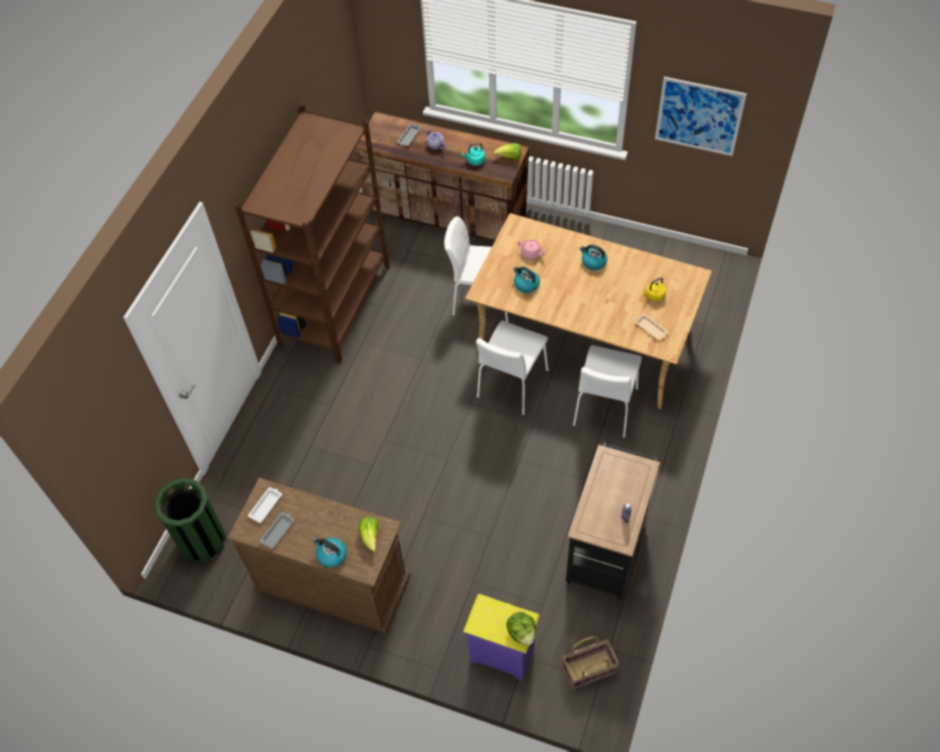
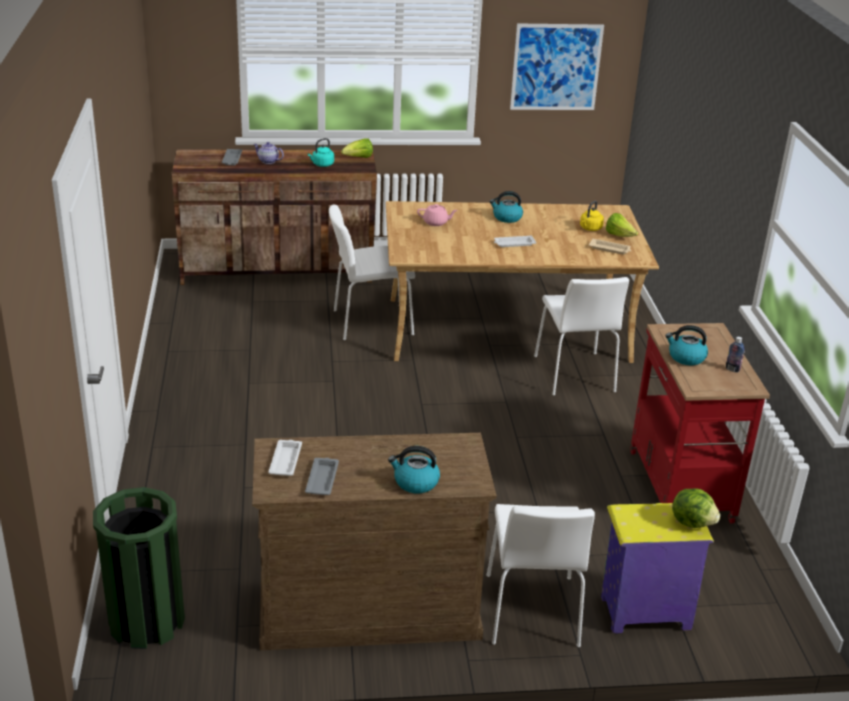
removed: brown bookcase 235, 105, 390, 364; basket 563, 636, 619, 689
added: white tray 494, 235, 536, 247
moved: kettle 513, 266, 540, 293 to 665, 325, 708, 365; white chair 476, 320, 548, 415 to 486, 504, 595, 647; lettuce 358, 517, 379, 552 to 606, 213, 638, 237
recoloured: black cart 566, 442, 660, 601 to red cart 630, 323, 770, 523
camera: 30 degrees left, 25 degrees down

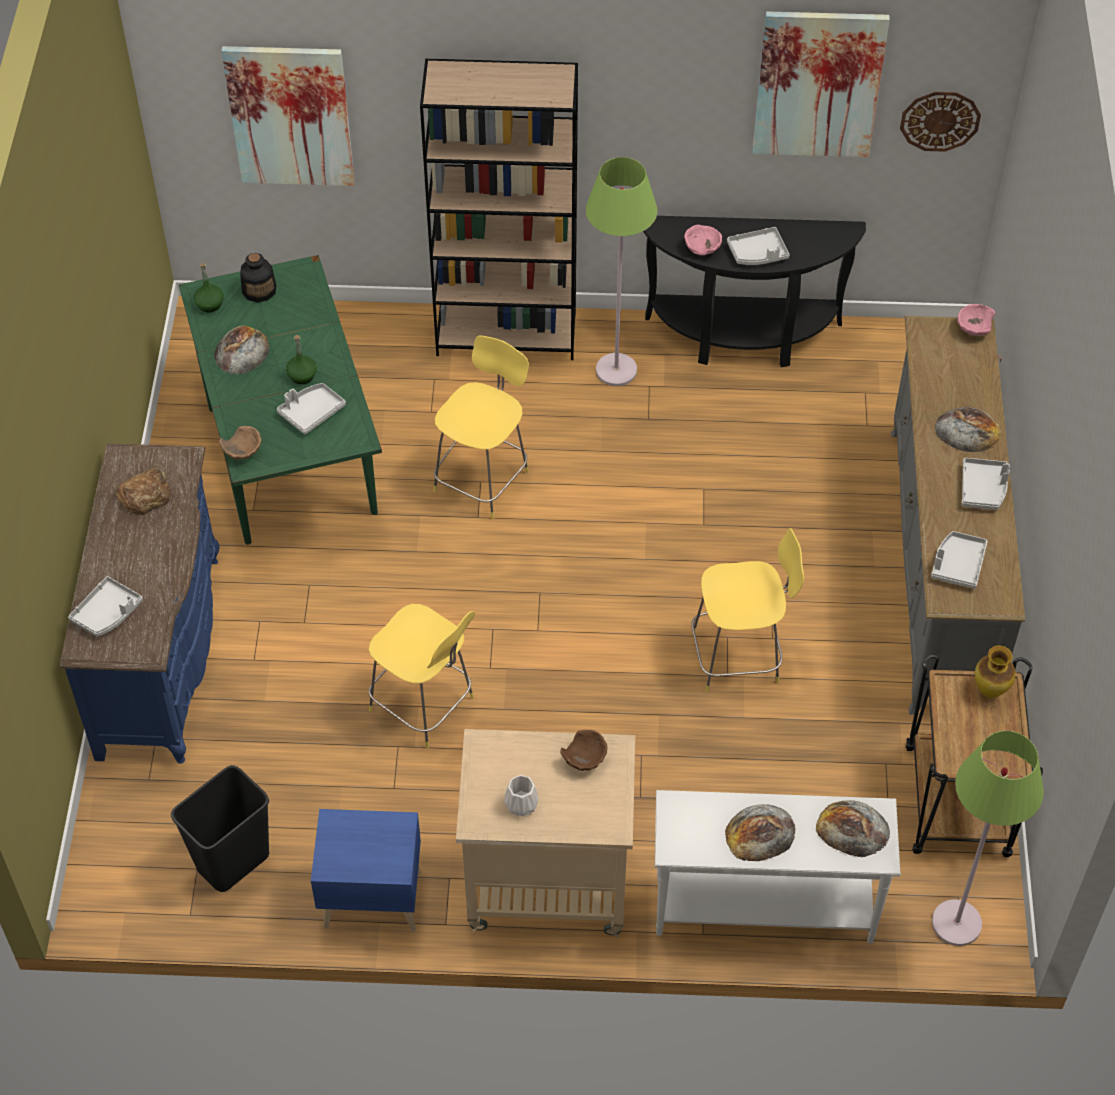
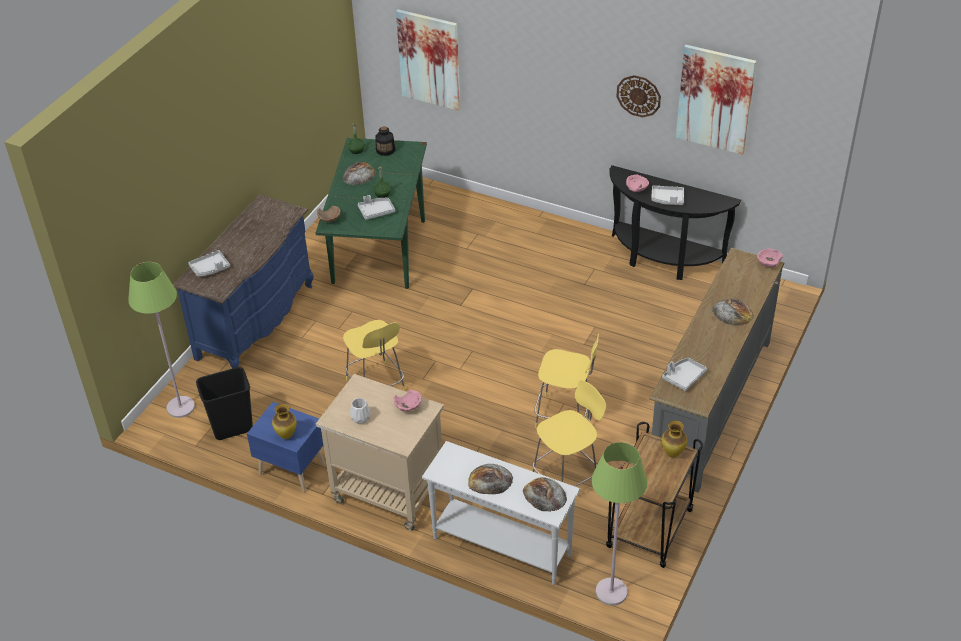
removed: beige bookcase 420, 59, 578, 360; grey tray 962, 458, 1010, 510; bread 116, 468, 172, 515
added: vase 272, 404, 297, 439
moved: wall clock 900, 92, 981, 152 to 616, 75, 661, 117; green floor lamp 586, 157, 657, 386 to 128, 262, 195, 418; yellow stool 433, 335, 529, 519 to 533, 380, 606, 487
recoloured: brown bowl 560, 730, 607, 771 to pink bowl 393, 390, 421, 411
camera: 25 degrees right, 10 degrees down

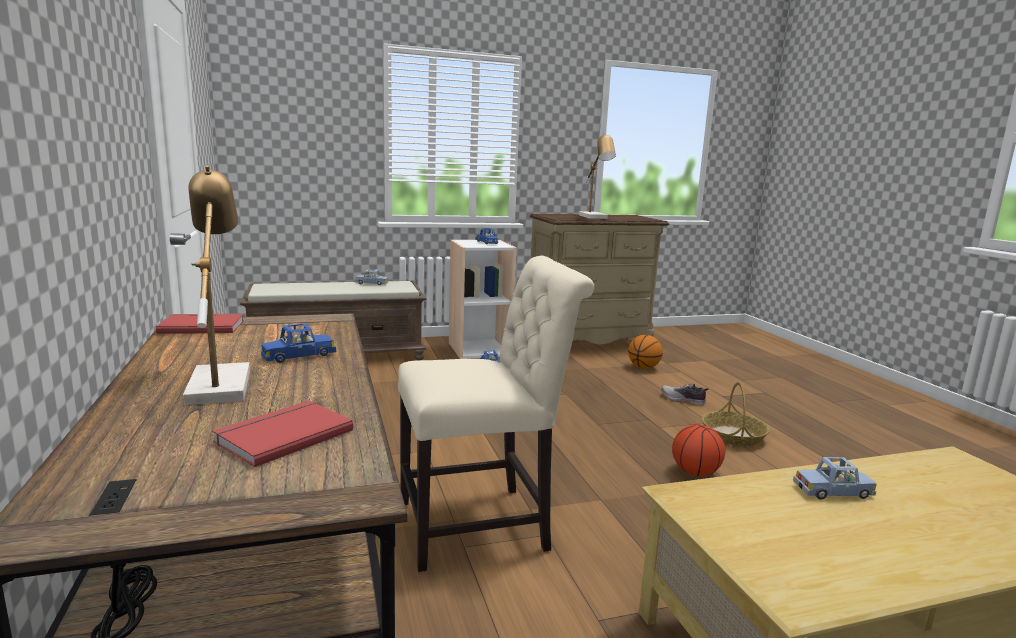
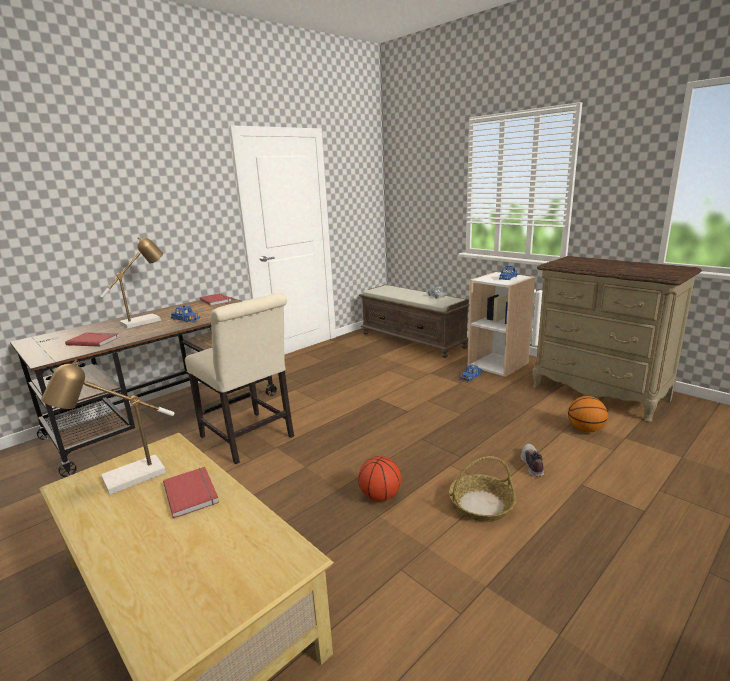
moved: table lamp 579, 133, 616, 219 to 41, 359, 174, 495
replaced: blue toy car 793, 457, 877, 500 to red book 163, 467, 219, 518
camera: 65 degrees right, 5 degrees up

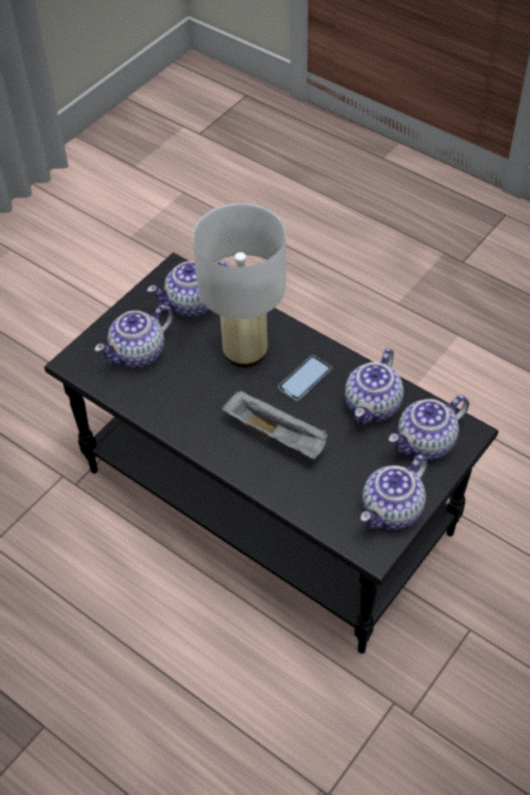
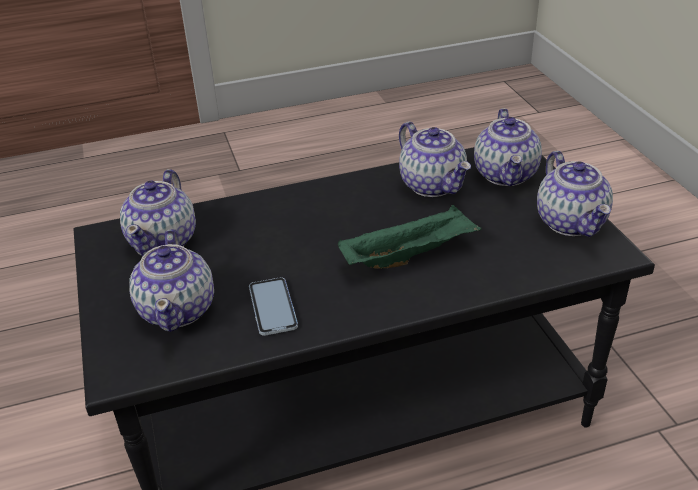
removed: white table lamp 193, 203, 286, 368
moved: phone 278, 355, 332, 401 to 249, 277, 298, 336
recoloured: grey tray 222, 390, 328, 459 to green tray 338, 205, 482, 269
camera: 55 degrees left, 15 degrees down

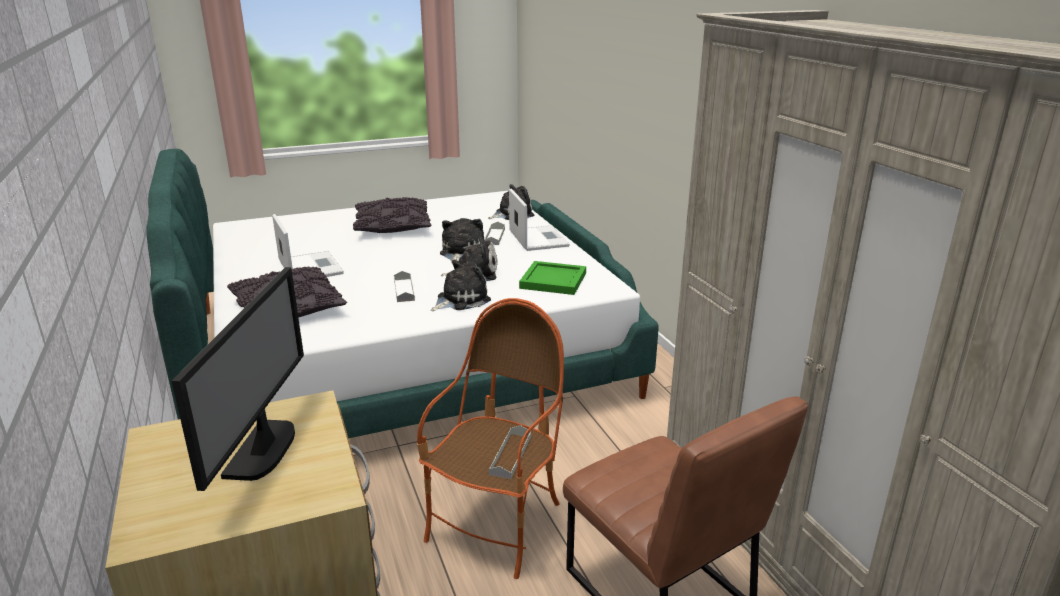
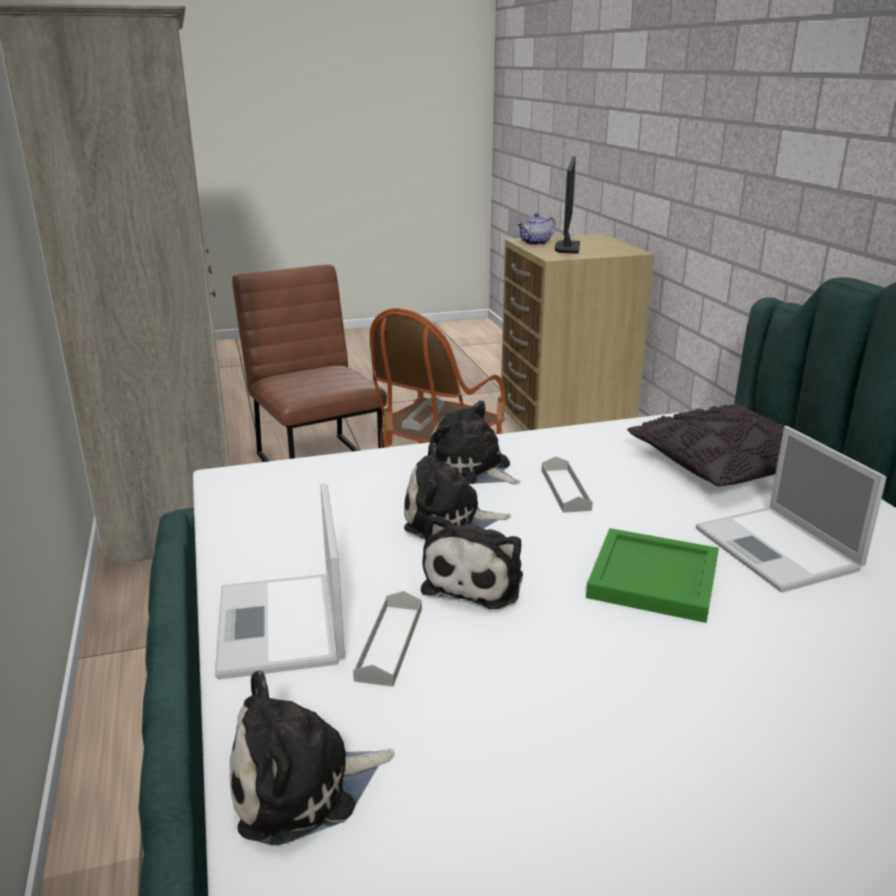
removed: black pillow 353, 197, 431, 233
added: teapot 517, 213, 556, 245
moved: green tray 519, 261, 586, 295 to 586, 528, 719, 623
turned: plush toy 431, 260, 491, 311 = 429, 400, 520, 484 75 degrees clockwise
camera: 175 degrees left, 0 degrees up

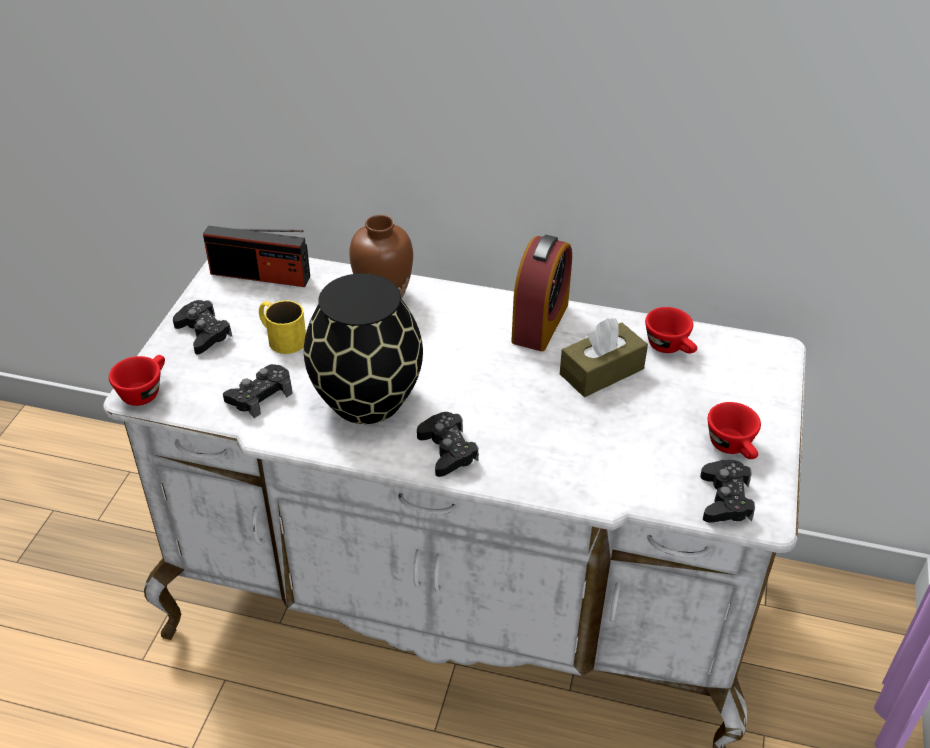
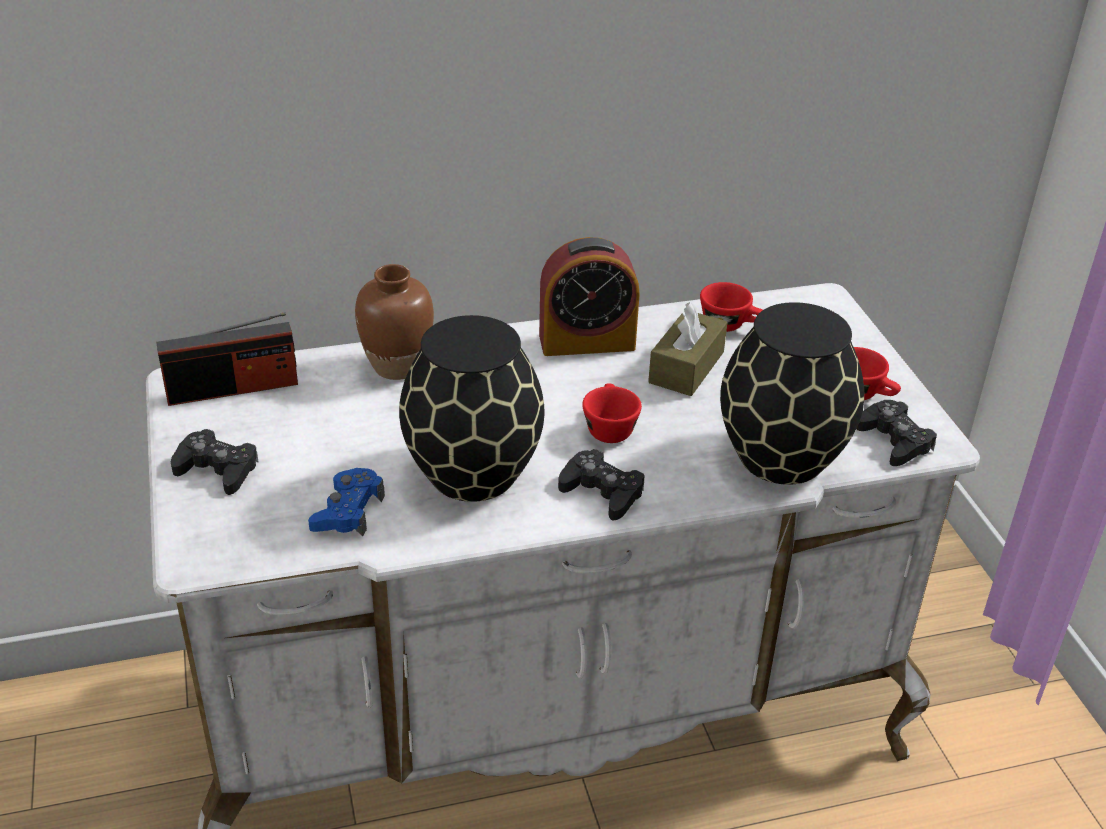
removed: yellow mug 259, 300, 306, 354
added: black vase 720, 302, 864, 485
moved: red cup 109, 355, 165, 406 to 582, 383, 642, 443
recoloured: black game controller 223, 364, 293, 418 to blue game controller 308, 468, 385, 536
turned: alarm clock 511, 235, 572, 351 = 539, 237, 640, 356 90 degrees clockwise
camera: 30 degrees left, 5 degrees down

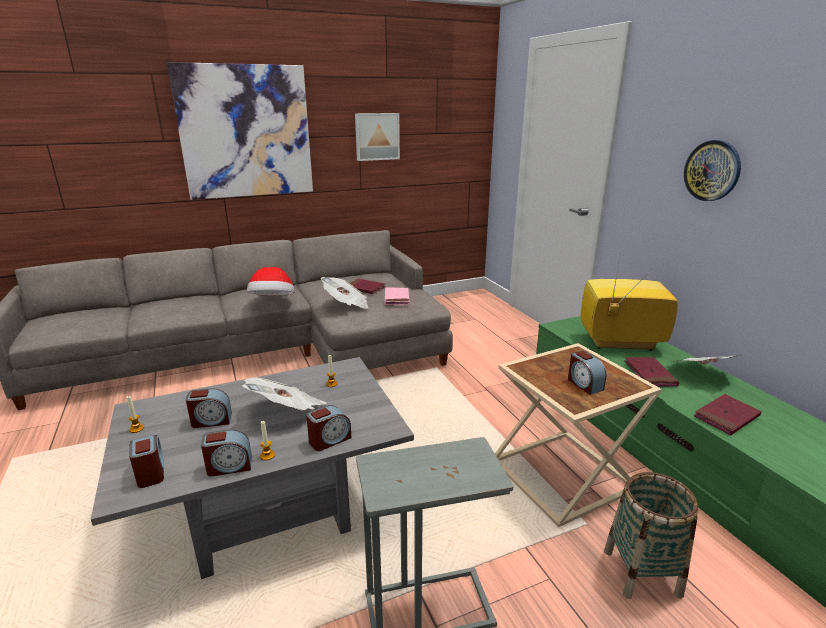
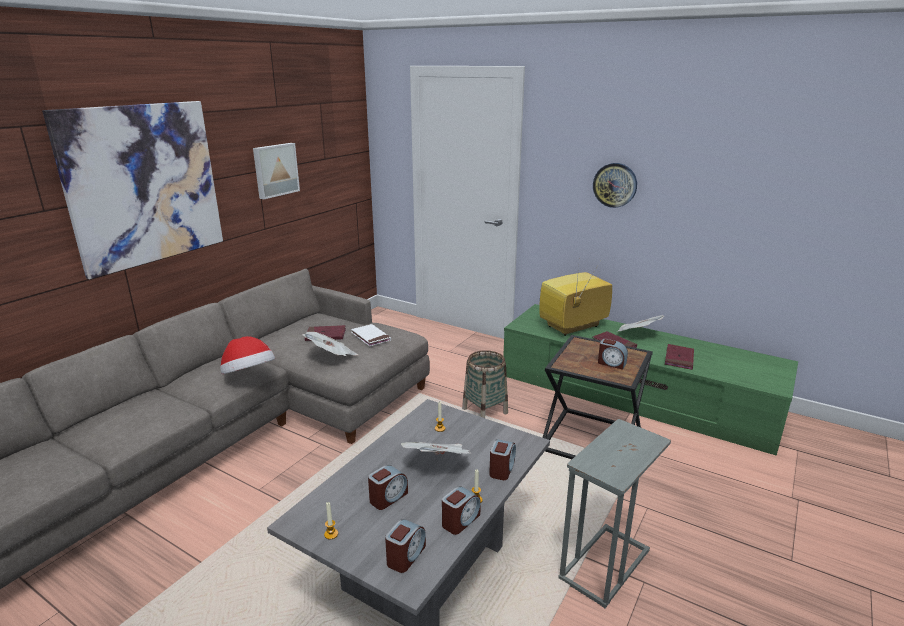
moved: basket 604, 472, 698, 599 to 462, 350, 508, 418
recoloured: pink book 385, 287, 409, 305 to white book 351, 324, 391, 346; beige side table 495, 343, 662, 527 to black side table 542, 335, 653, 459
turned: alarm clock 129, 435, 164, 488 = 385, 519, 426, 573 90 degrees clockwise
camera: 35 degrees left, 0 degrees up

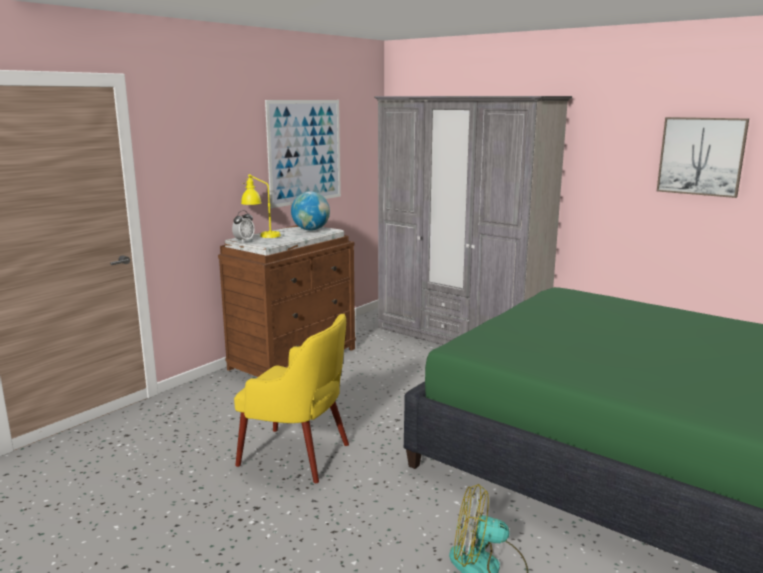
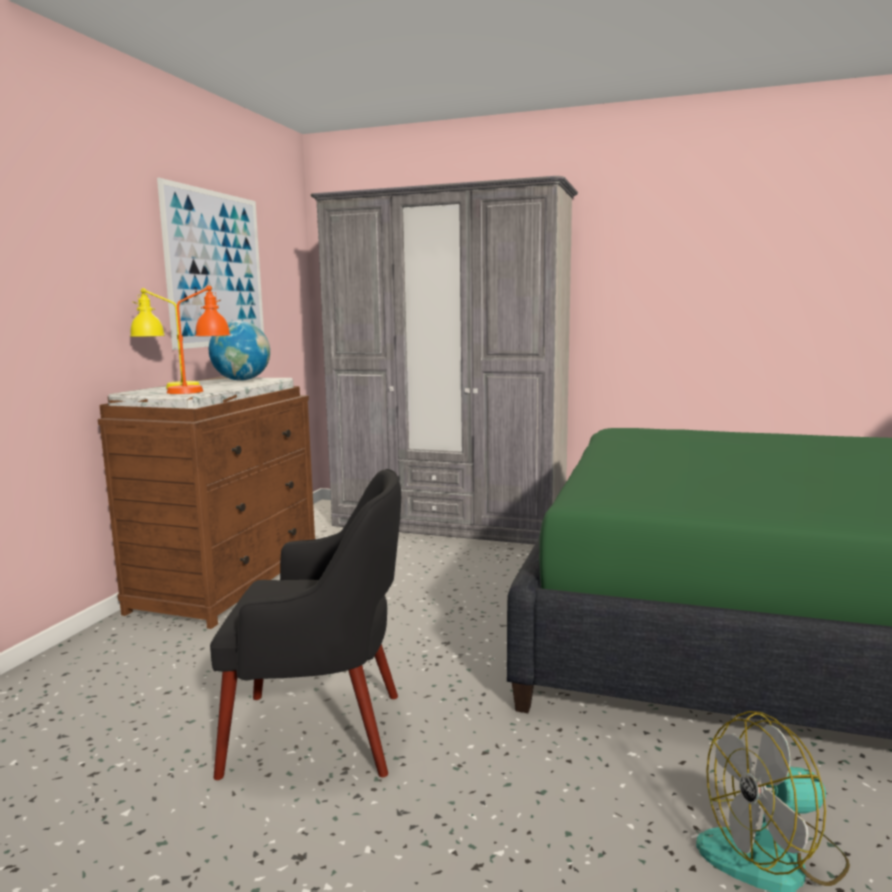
removed: picture 657, 117, 749, 198; alarm clock 232, 210, 255, 242
added: orange table lamp 167, 285, 231, 394
recoloured: yellow armchair 234, 314, 349, 483 to black armchair 210, 469, 401, 780
camera: 20 degrees left, 5 degrees down

